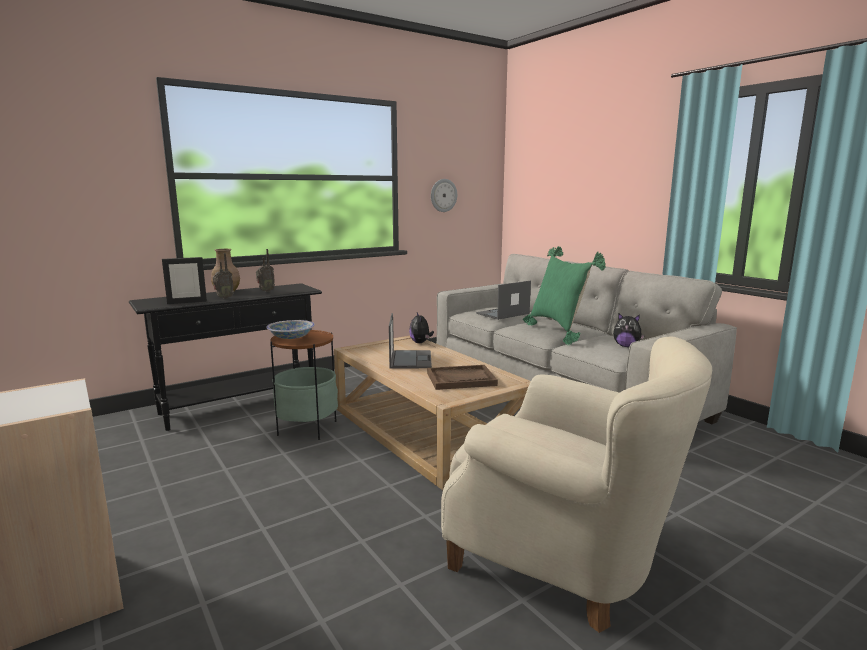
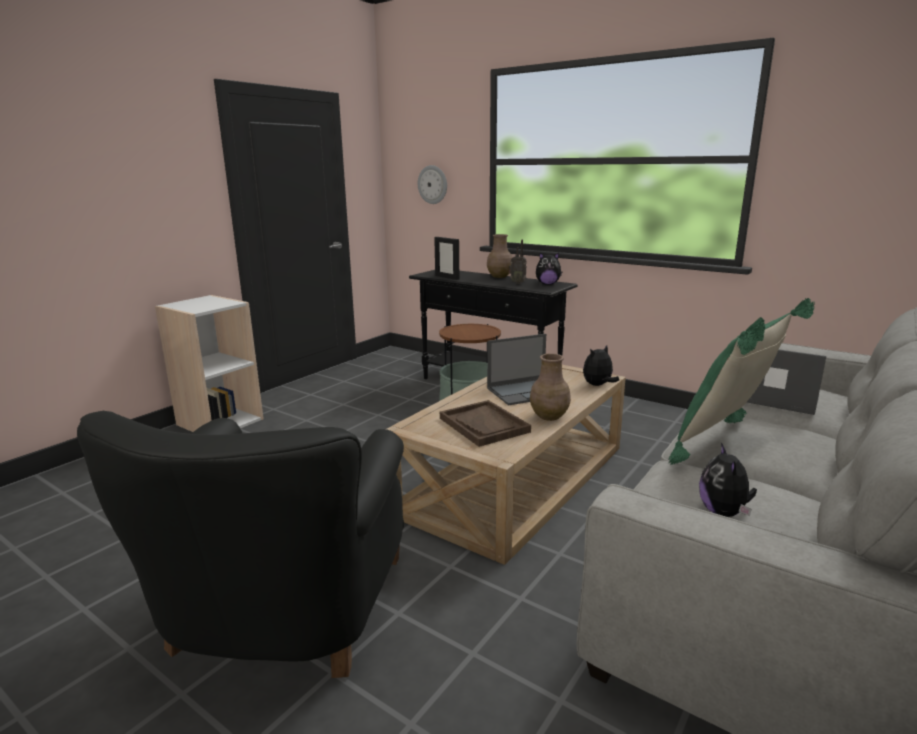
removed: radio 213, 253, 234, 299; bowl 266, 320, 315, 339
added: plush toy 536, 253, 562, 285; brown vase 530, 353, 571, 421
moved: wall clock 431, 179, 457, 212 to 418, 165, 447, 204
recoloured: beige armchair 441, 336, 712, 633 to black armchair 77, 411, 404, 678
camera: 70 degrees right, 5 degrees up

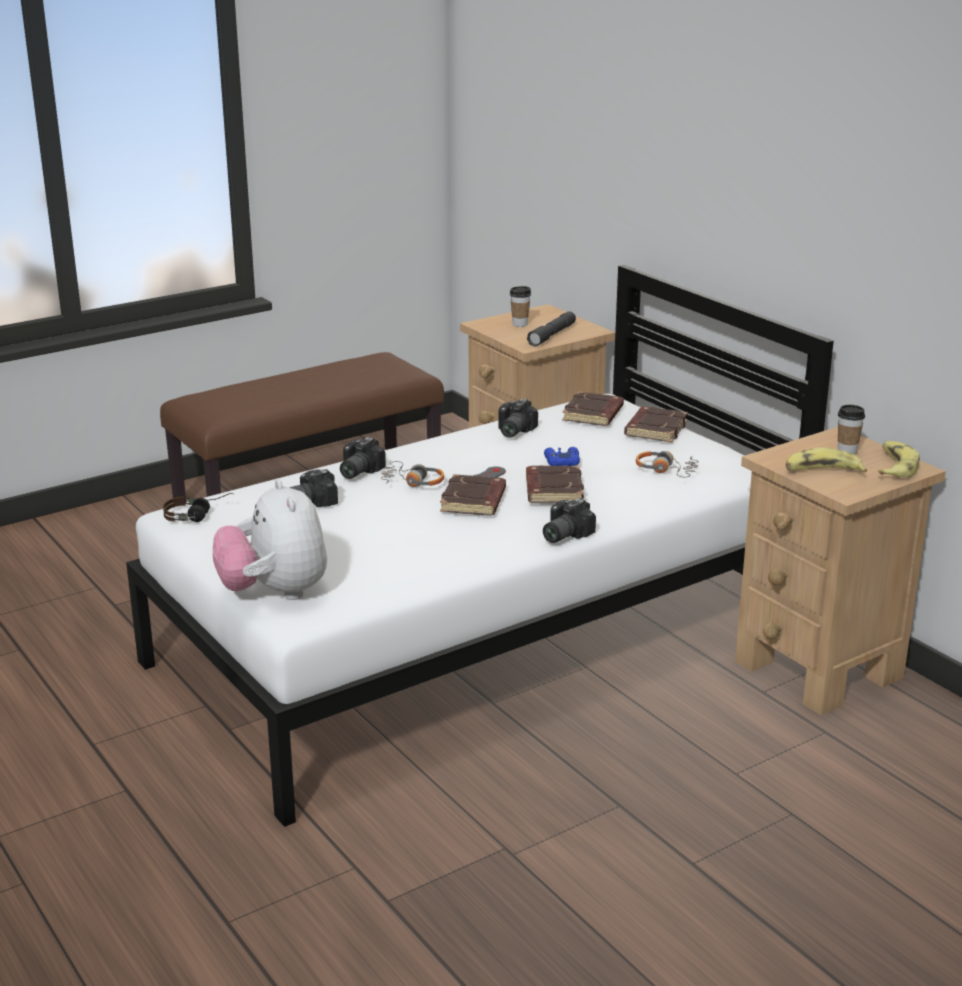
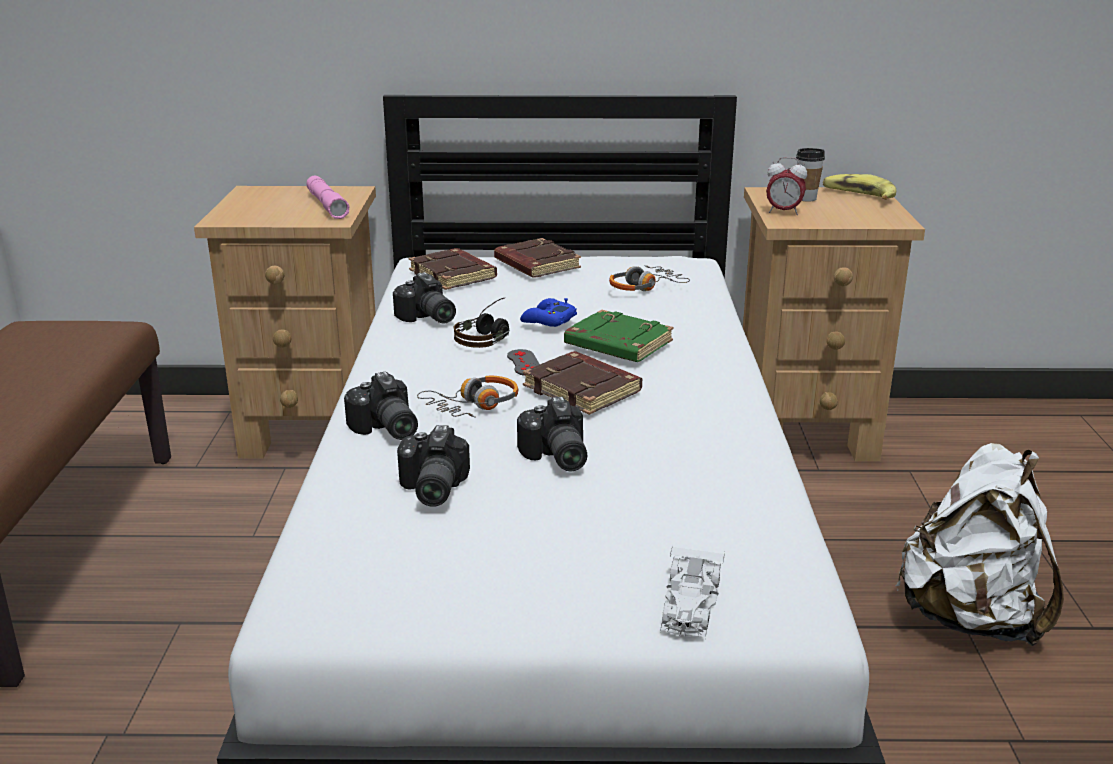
removed: cup 510, 286, 531, 327; banana 786, 447, 867, 472
added: alarm clock 766, 157, 807, 215; white backpack 895, 443, 1064, 646
moved: headphones 163, 493, 234, 522 to 454, 298, 509, 348; photo camera 543, 498, 596, 543 to 517, 397, 587, 471
replaced: plush toy 213, 479, 327, 600 to white toy car 660, 544, 725, 639
recoloured: grey flashlight 527, 311, 576, 347 to pink flashlight 306, 176, 350, 219; brown book 526, 465, 584, 503 to green book 564, 310, 673, 362
camera: 55 degrees left, 0 degrees up

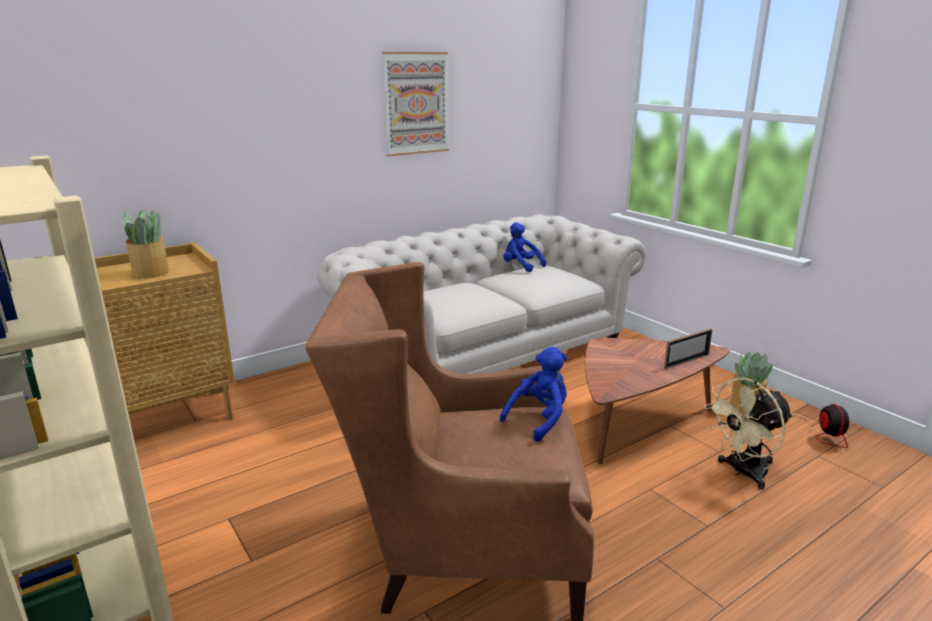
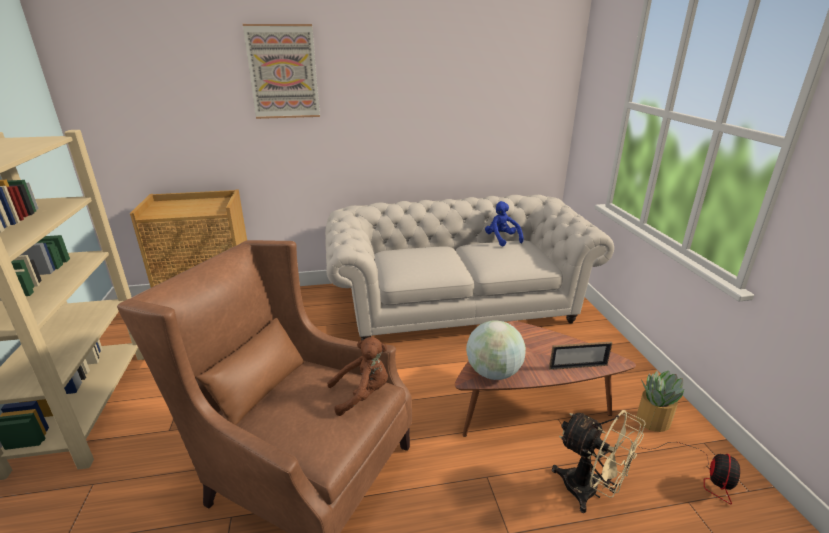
removed: potted plant 120, 209, 169, 279
added: globe 466, 321, 526, 380
moved: picture 382, 52, 449, 156 to 243, 24, 320, 119
recoloured: blue plush toy 499, 347, 567, 442 to brown plush toy 327, 337, 388, 416
turned: beige fan 704, 378, 793, 489 = 552, 410, 646, 513 135 degrees counterclockwise
camera: 25 degrees right, 5 degrees up

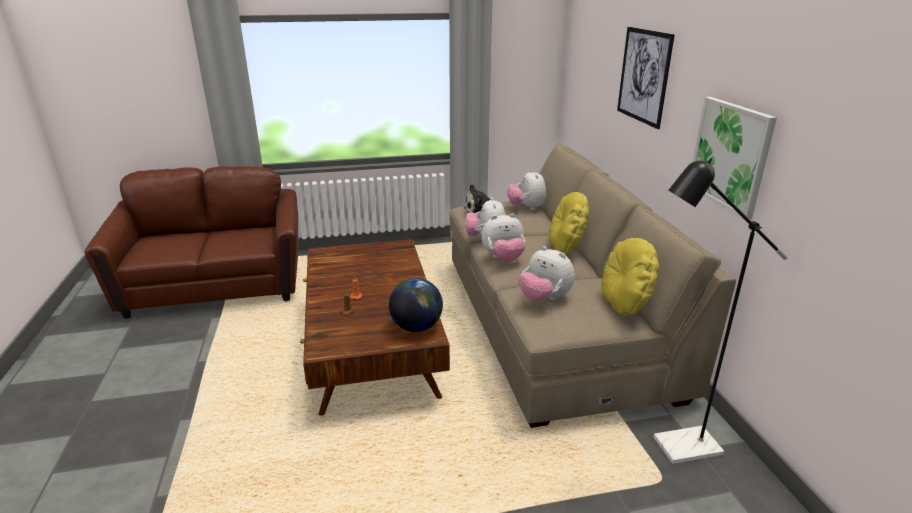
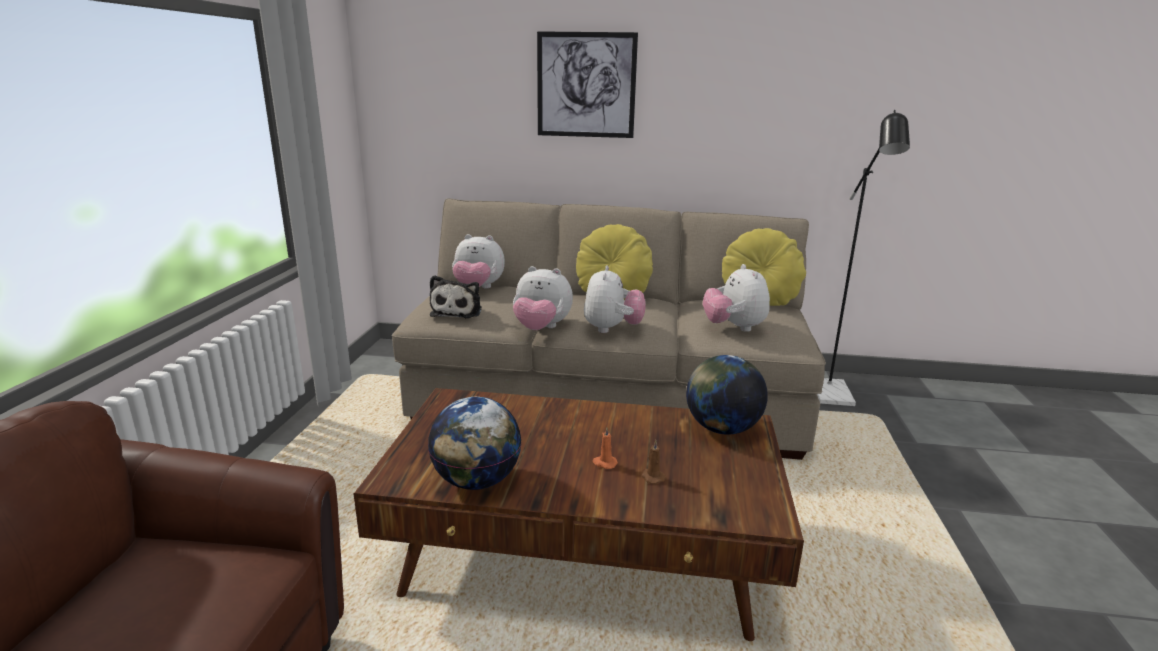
removed: picture 693, 97, 777, 220
added: globe 428, 397, 522, 490
turned: plush toy 519, 246, 575, 302 = 703, 264, 770, 332 105 degrees clockwise
camera: 70 degrees left, 5 degrees down

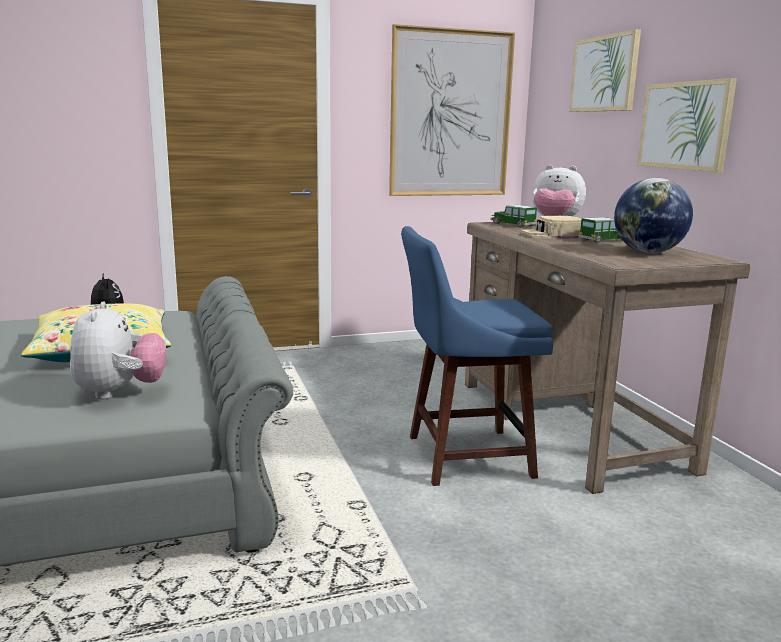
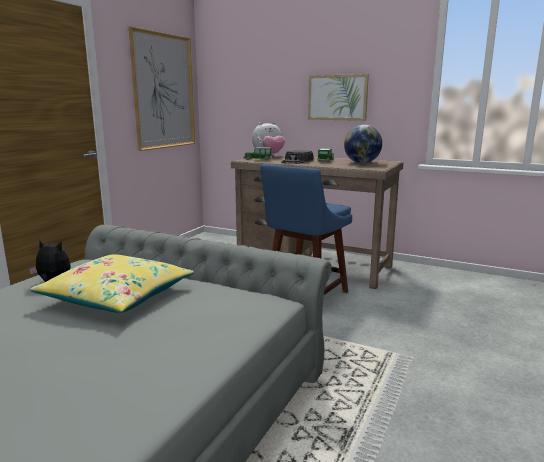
removed: picture 569, 29, 641, 112; plush toy 70, 302, 166, 400
recoloured: beige cap 521, 216, 582, 239 to black cap 281, 150, 313, 164
camera: 45 degrees left, 0 degrees up

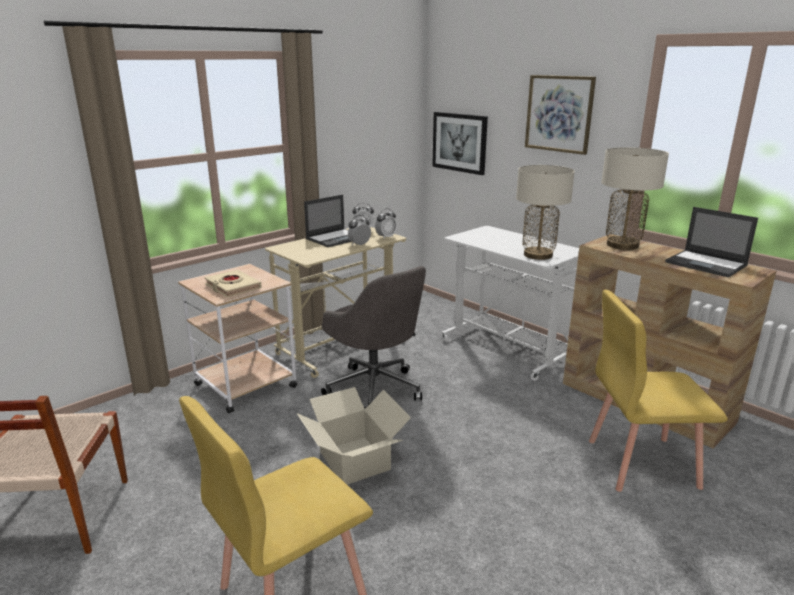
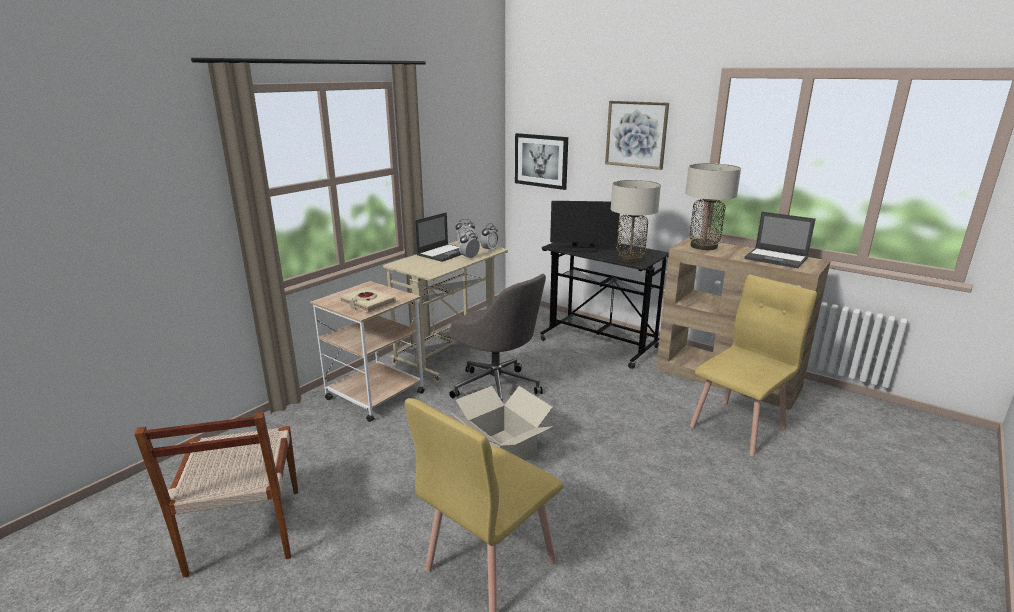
added: monitor 550, 201, 620, 252
recoloured: white desk 442, 226, 579, 381 to black desk 540, 242, 669, 369
turned: yellow chair 589, 290, 728, 492 = 690, 275, 817, 457 150 degrees clockwise
camera: 10 degrees left, 0 degrees up

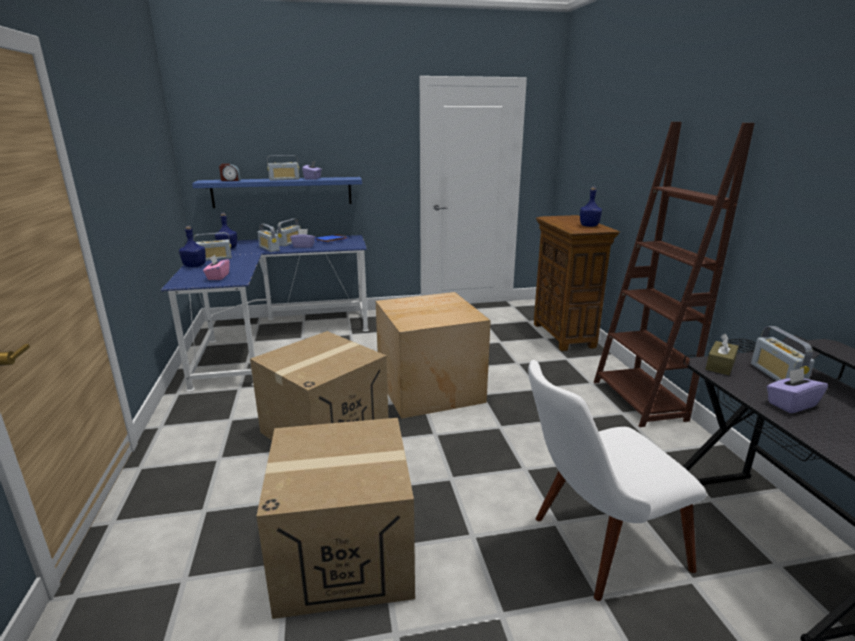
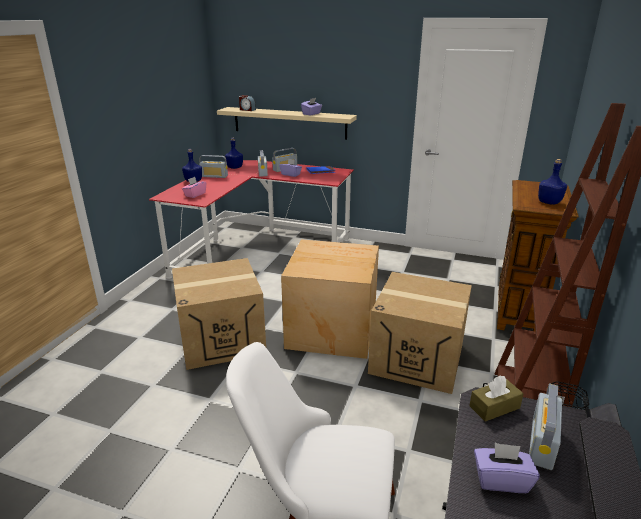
removed: radio 267, 155, 299, 181
moved: cardboard box 256, 418, 415, 619 to 368, 272, 472, 394
recoloured: blue shelf 192, 177, 362, 208 to beige shelf 217, 107, 357, 140; blue desk 161, 235, 369, 392 to red desk 149, 160, 354, 279
camera: 30 degrees right, 5 degrees up

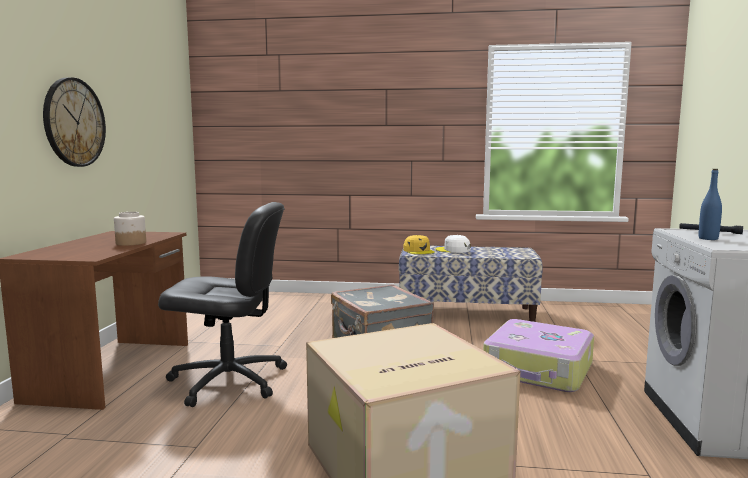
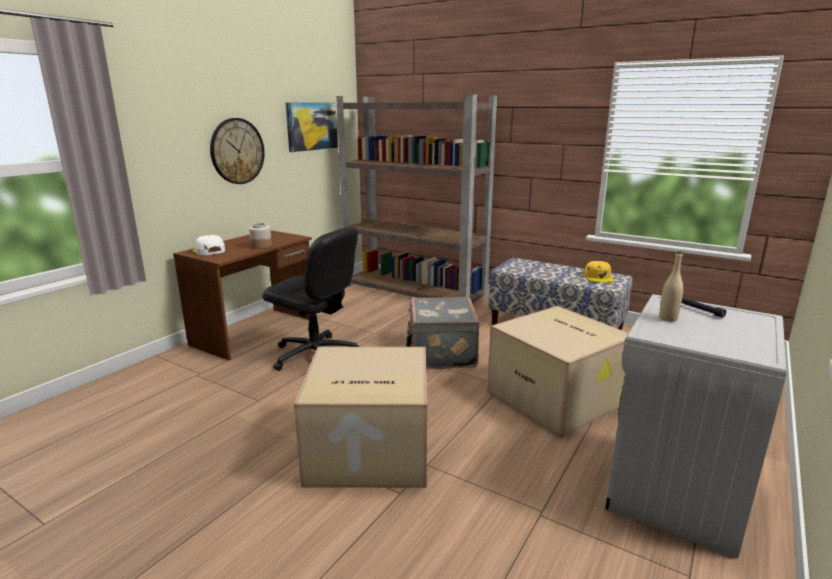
added: brown bookcase 336, 94, 497, 303; picture 286, 103, 338, 152
moved: yellow cap 403, 235, 435, 254 to 584, 261, 614, 283; white cap 435, 235, 471, 253 to 193, 235, 225, 255
replaced: suitcase 483, 319, 594, 392 to cardboard box 487, 306, 628, 437
recoloured: blue bottle 699, 169, 722, 240 to beige bottle 659, 251, 683, 322
camera: 25 degrees right, 10 degrees up

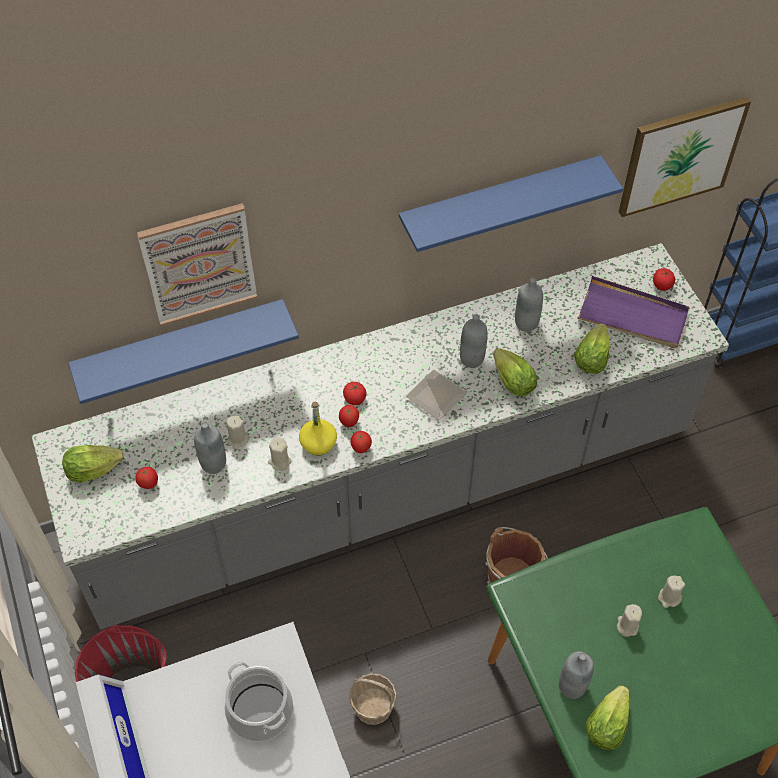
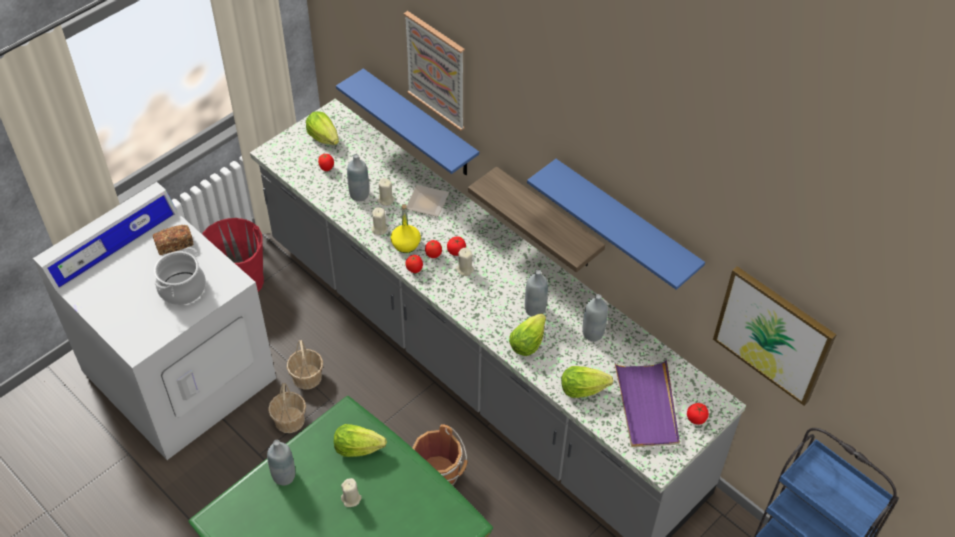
added: shelf 468, 166, 605, 272; bread 153, 225, 193, 255; basket 287, 340, 323, 389
moved: plate 406, 370, 467, 420 to 407, 185, 449, 217; beige candle 658, 575, 685, 608 to 455, 248, 474, 276; lettuce 585, 685, 629, 750 to 334, 424, 387, 457
camera: 65 degrees right, 5 degrees down

